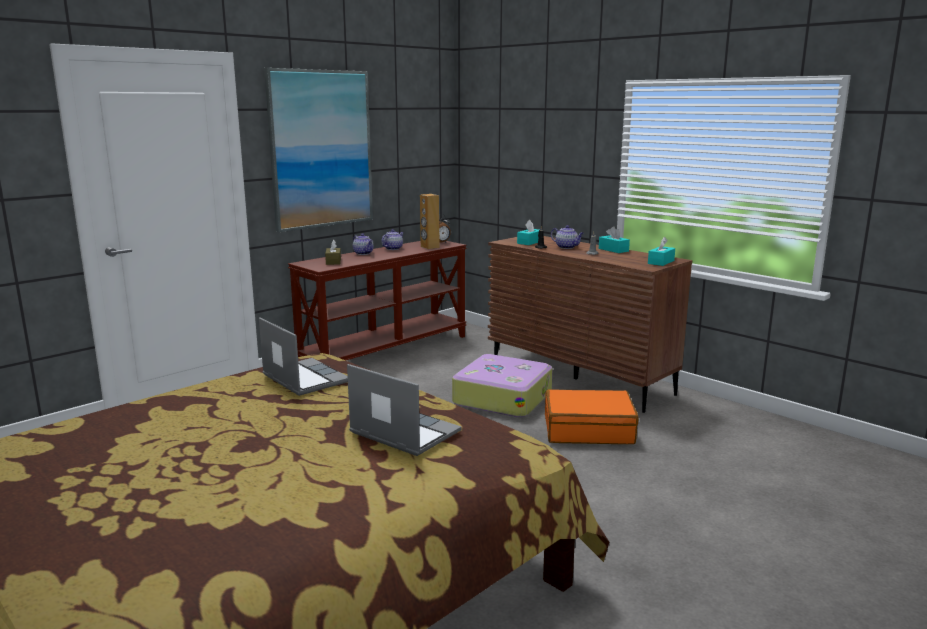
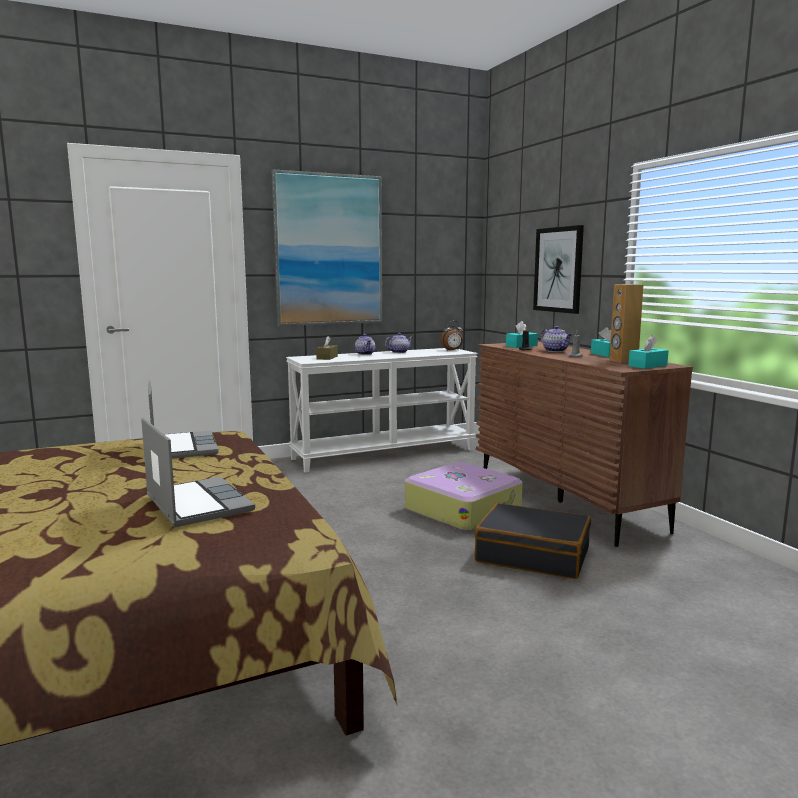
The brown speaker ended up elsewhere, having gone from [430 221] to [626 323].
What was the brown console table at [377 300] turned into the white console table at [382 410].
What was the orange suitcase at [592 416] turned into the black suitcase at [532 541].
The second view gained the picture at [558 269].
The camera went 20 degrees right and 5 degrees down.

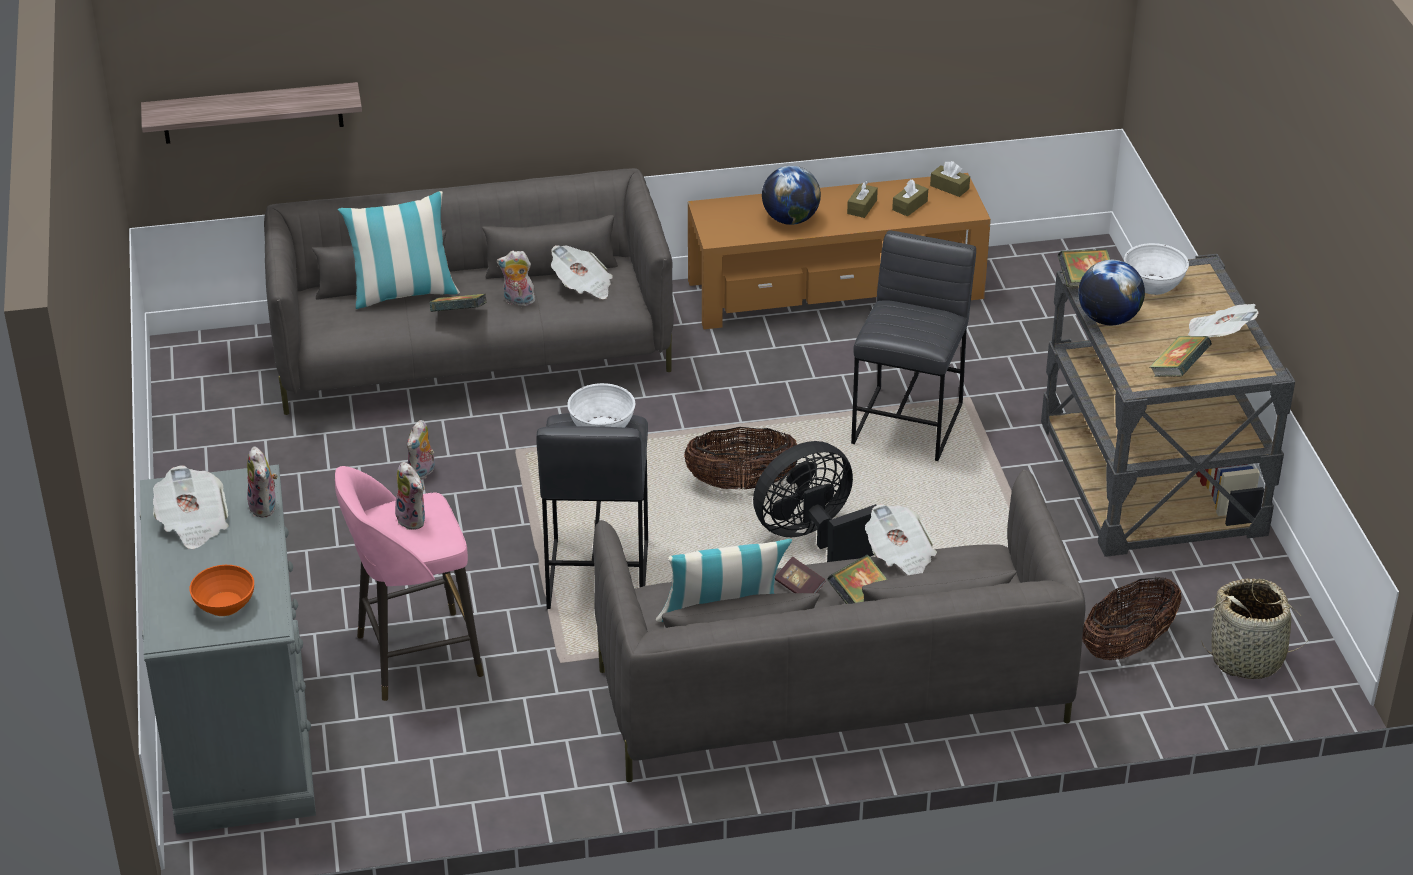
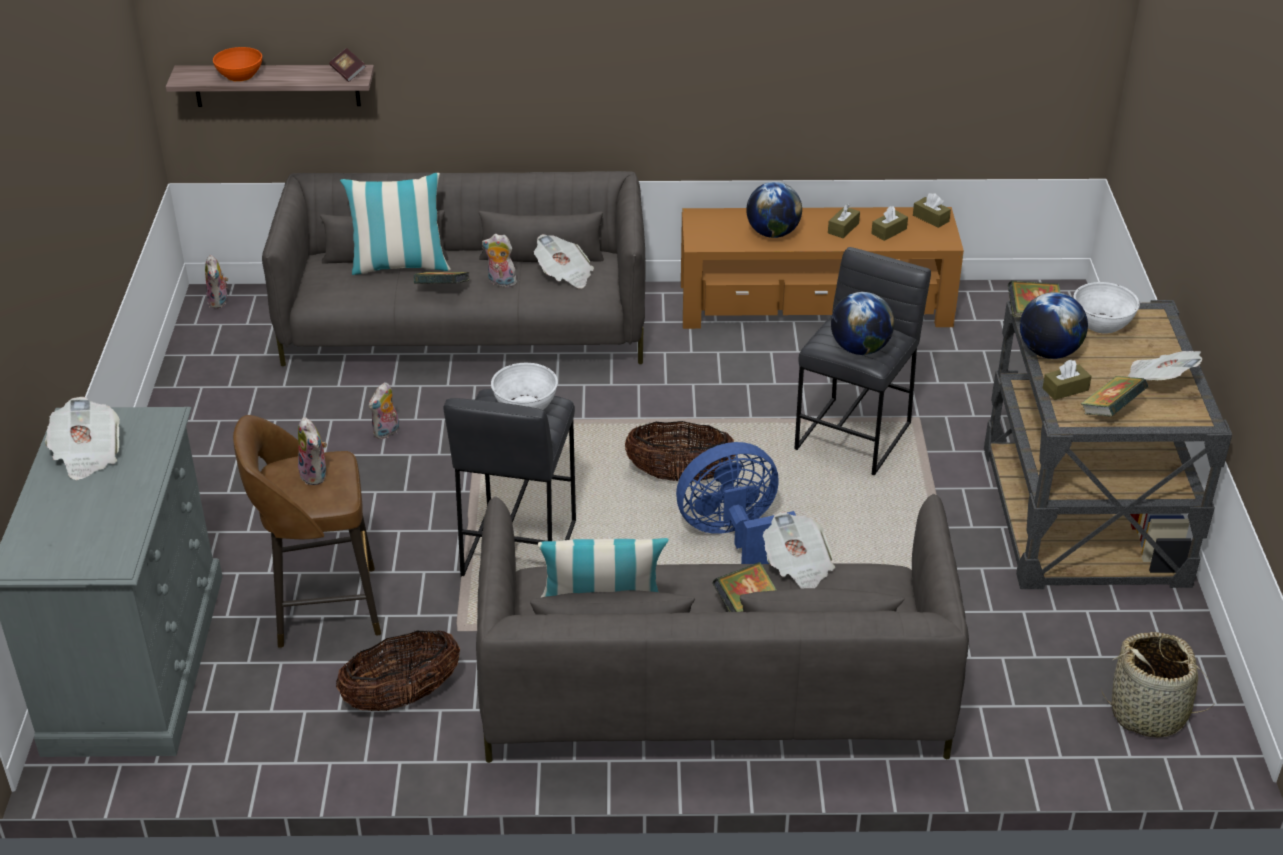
What was the black fan at [814 501] turned into the blue fan at [736 503].
The plush toy ended up elsewhere, having gone from [262 482] to [216 281].
What was the pink stool at [409 583] turned into the brown stool at [307 531].
The book ended up elsewhere, having gone from [800 575] to [347 65].
The orange bowl ended up elsewhere, having gone from [222 590] to [237 64].
The basket ended up elsewhere, having gone from [1132 618] to [398 670].
The second view gained the globe at [862 323].
The second view gained the brown tissue box at [1067 380].
The camera went 10 degrees right and 0 degrees up.

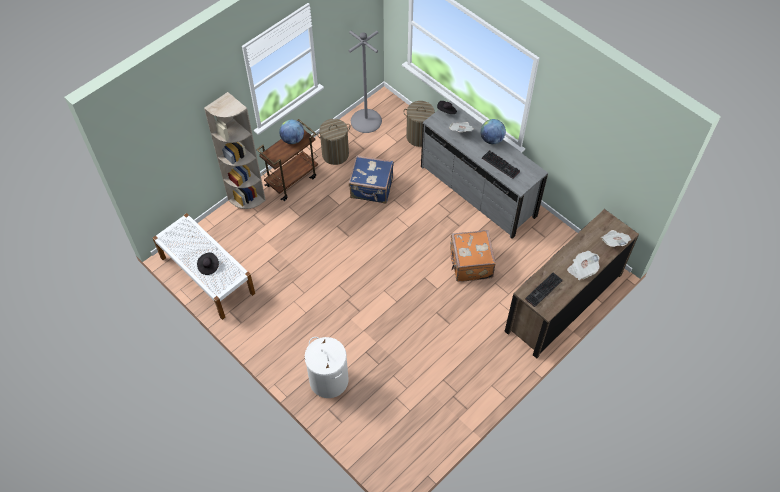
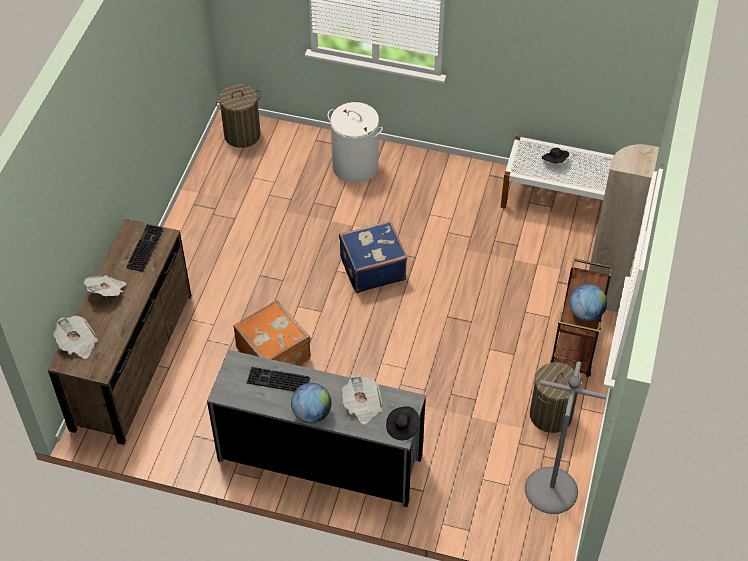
The laundry basket ended up elsewhere, having gone from [419 124] to [238 116].
The blue suitcase ended up elsewhere, having gone from [371 179] to [373 256].
The camera went 150 degrees right and 5 degrees down.

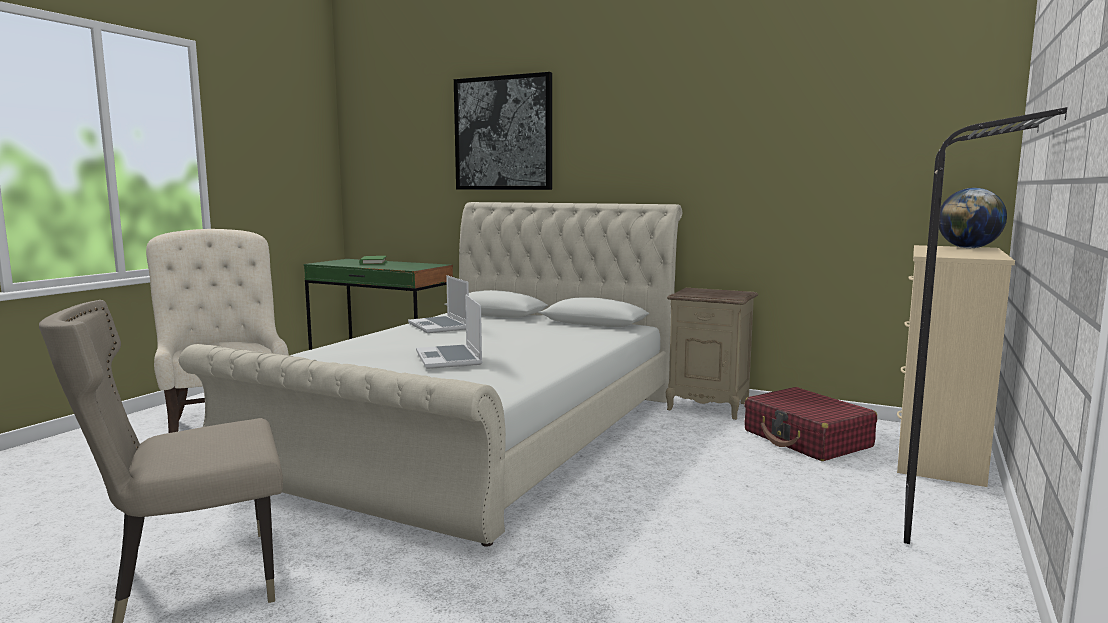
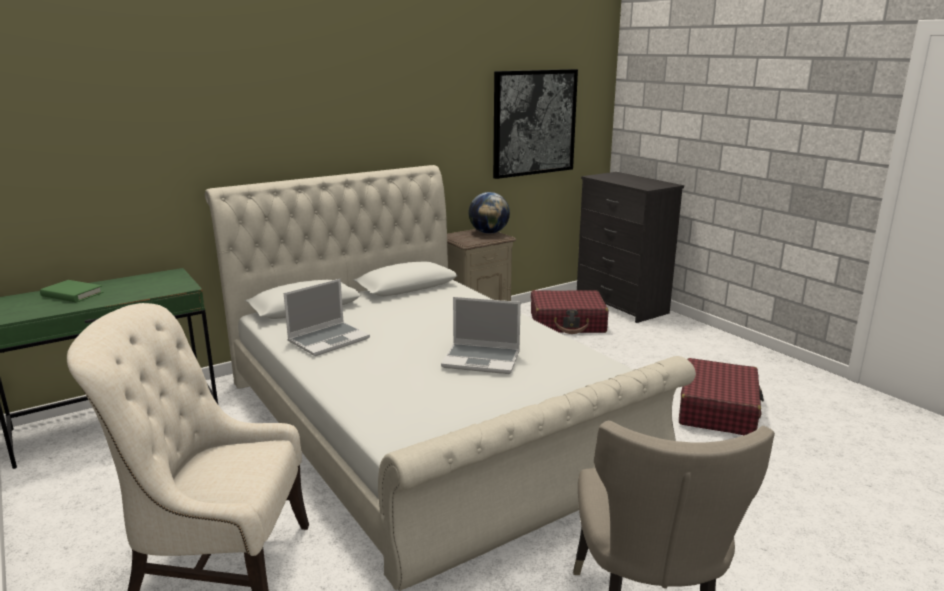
The picture ended up elsewhere, having gone from [503 131] to [535 124].
The second view lost the black clothes rack at [986 325].
The globe ended up elsewhere, having gone from [973 218] to [489 213].
What was the beige dresser at [956 366] turned into the black dresser at [630 247].
The laptop at [438 304] ended up facing another way, 45 degrees counterclockwise from before.
The second view gained the red suitcase at [721 396].
The camera went 60 degrees left and 10 degrees up.

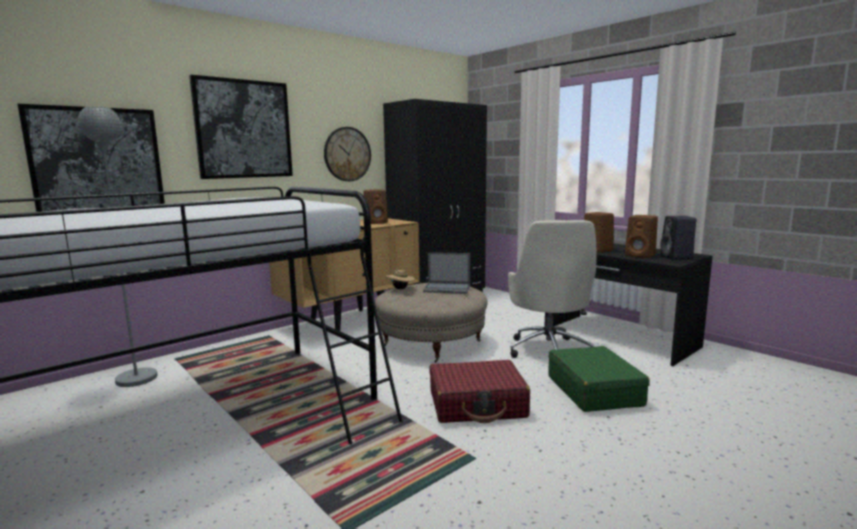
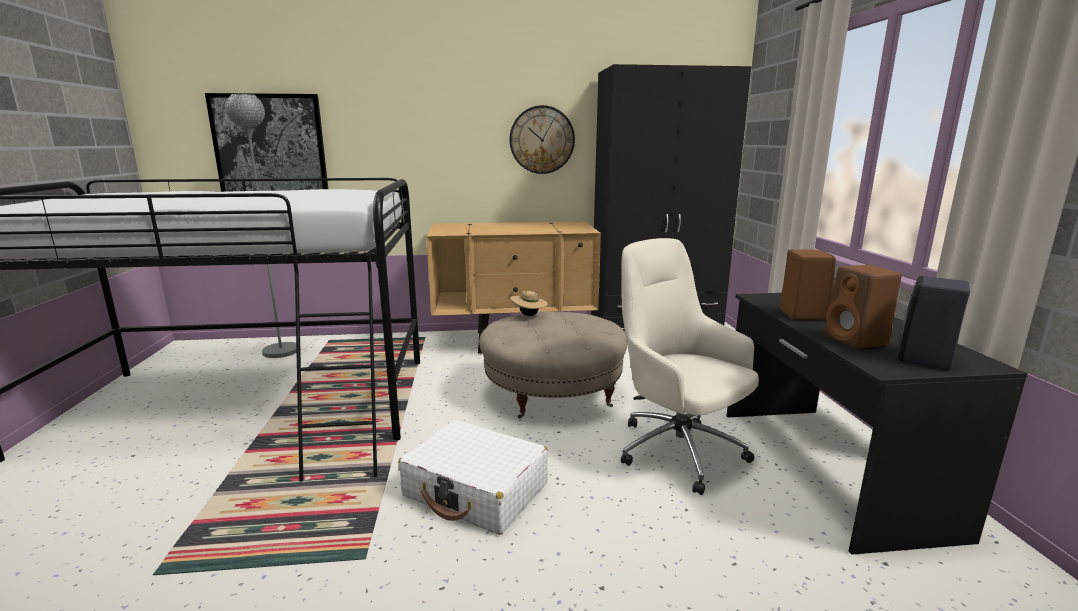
The second view lost the picture at [241 127].
The second view lost the brown speaker at [376 206].
The beige office chair at [552 289] ended up facing another way, 105 degrees clockwise from before.
The second view lost the laptop at [446 273].
The second view lost the green suitcase at [599 379].
What was the red suitcase at [480 391] turned into the white suitcase at [473 477].
The camera went 35 degrees right and 5 degrees up.

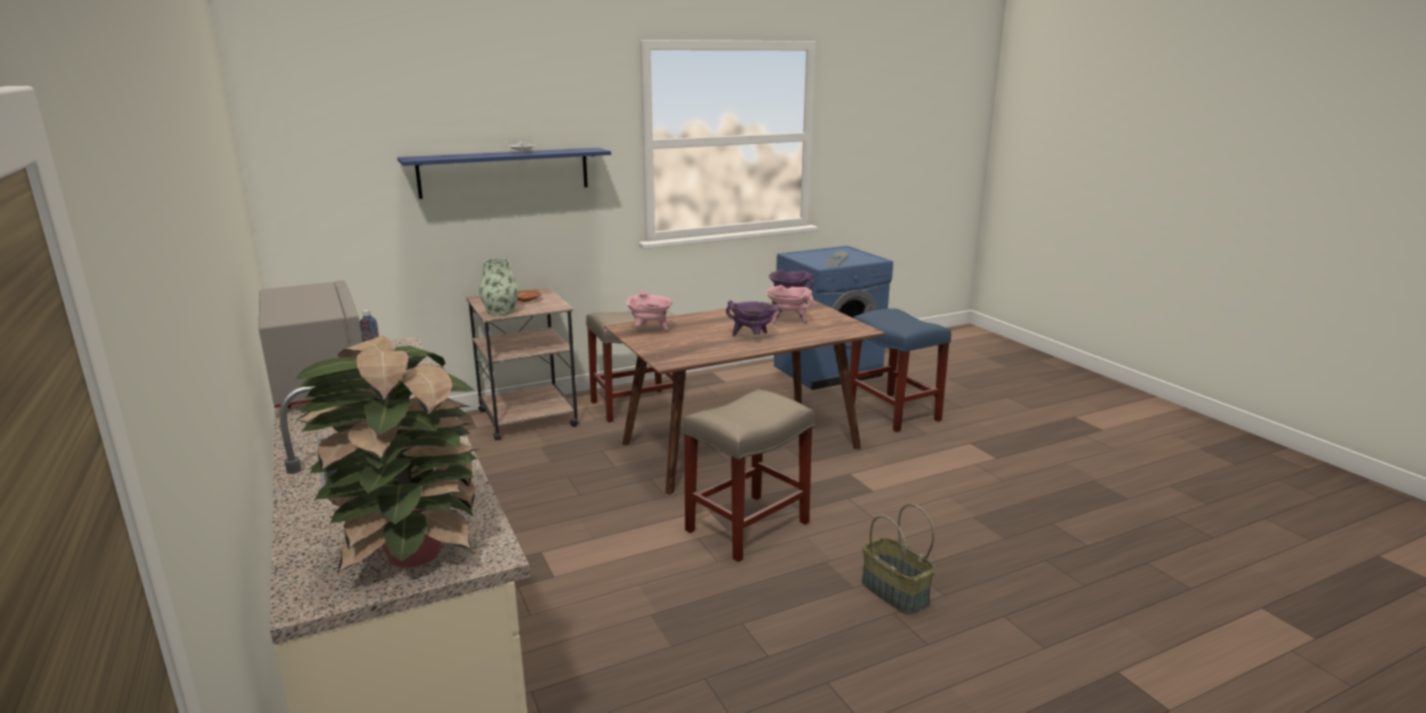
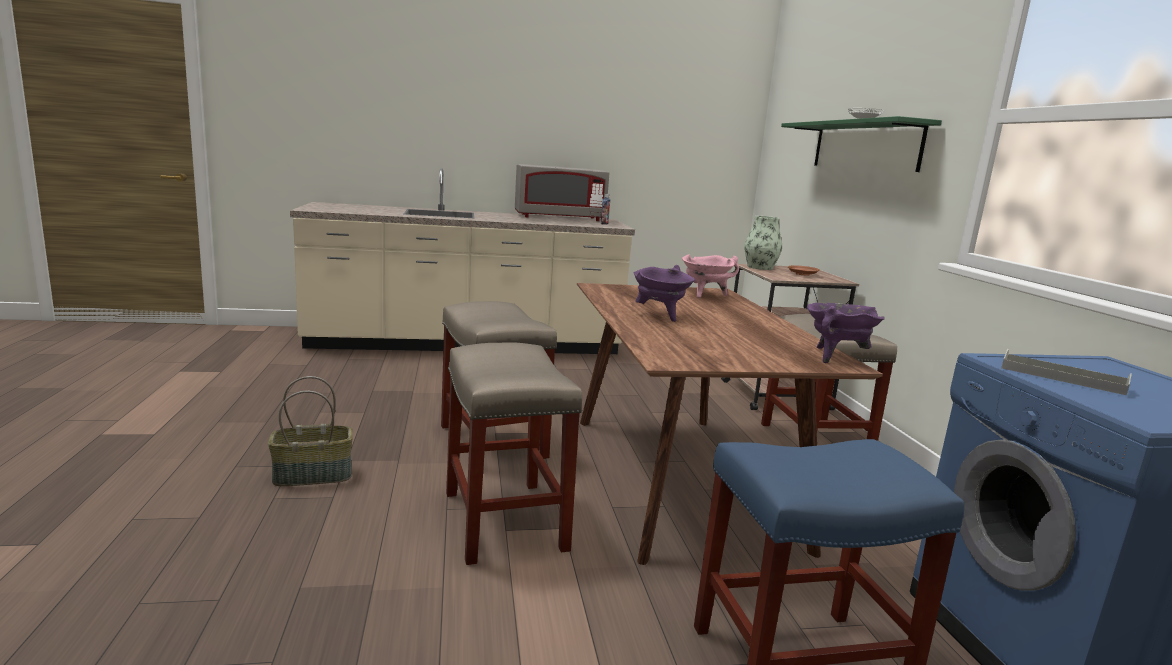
What was the blue shelf at [504 173] turned into the green shelf at [861 144].
The second view lost the pink cooking pot at [789 304].
The second view lost the potted plant at [387 454].
The second view gained the beige stool at [514 453].
The camera went 105 degrees right and 5 degrees down.

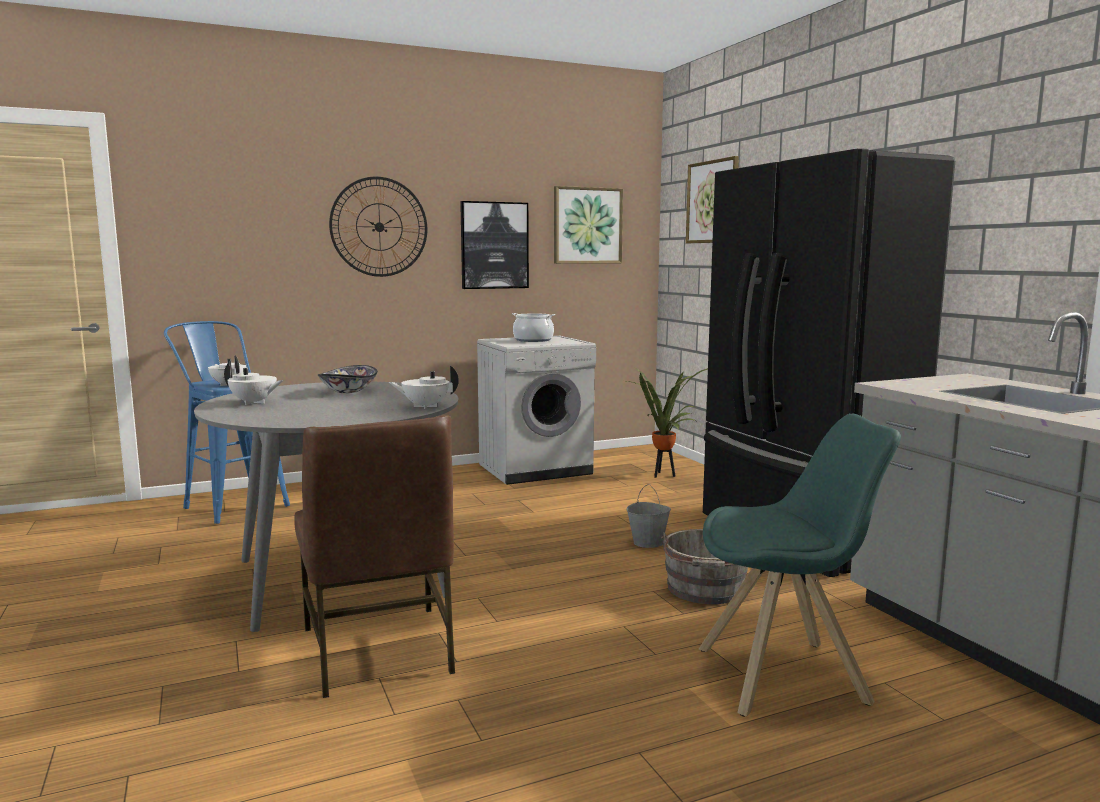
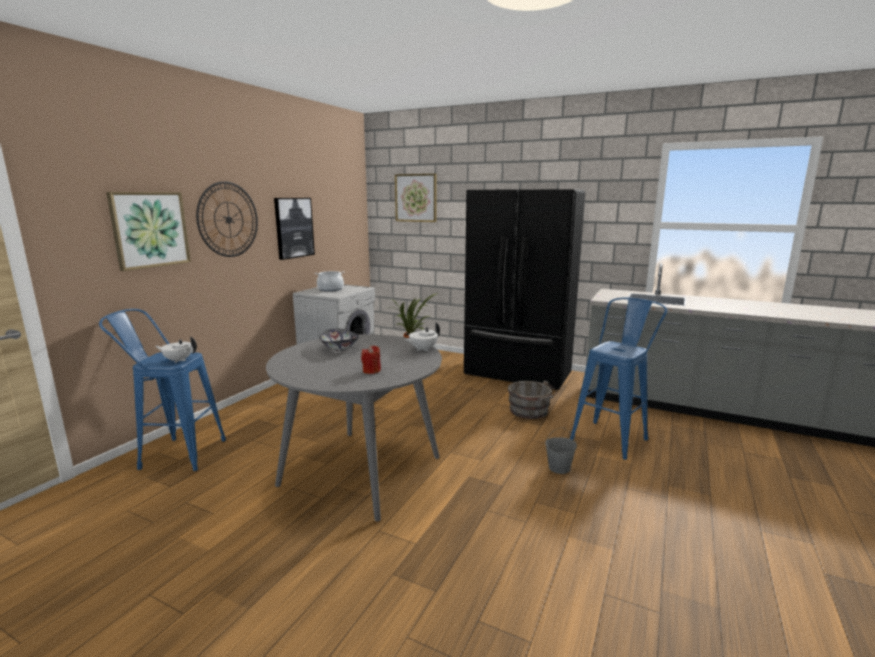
The picture ended up elsewhere, having gone from [588 225] to [148 231].
The second view lost the white teapot at [254 383].
Where the turquoise chair stood at [800 565], the blue stool came to stand at [618 378].
The second view lost the brown chair at [374 556].
The grey bucket ended up elsewhere, having gone from [648 516] to [561 450].
The second view gained the red candle at [371 360].
The camera went 40 degrees left and 5 degrees up.

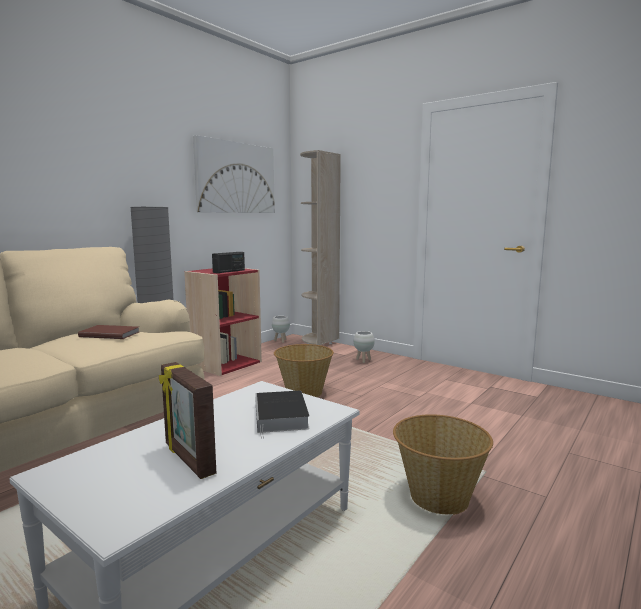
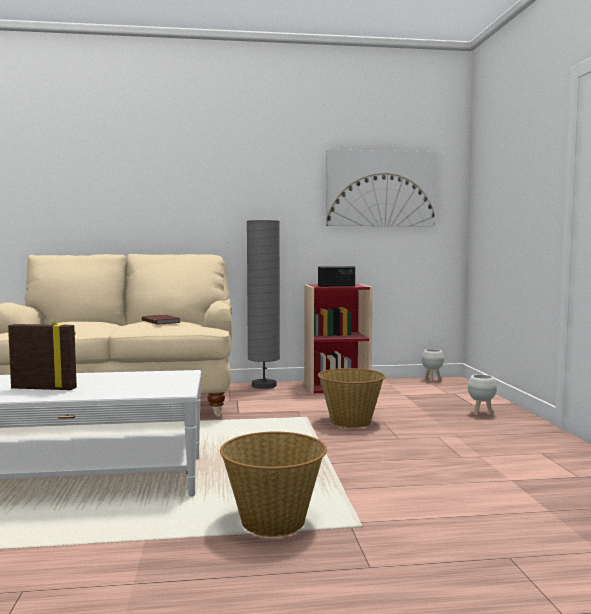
The second view lost the beige bookcase at [320 247].
The picture frame at [187 420] ended up facing another way, 90 degrees clockwise from before.
The second view lost the book at [282 415].
The camera went 45 degrees right and 5 degrees down.

